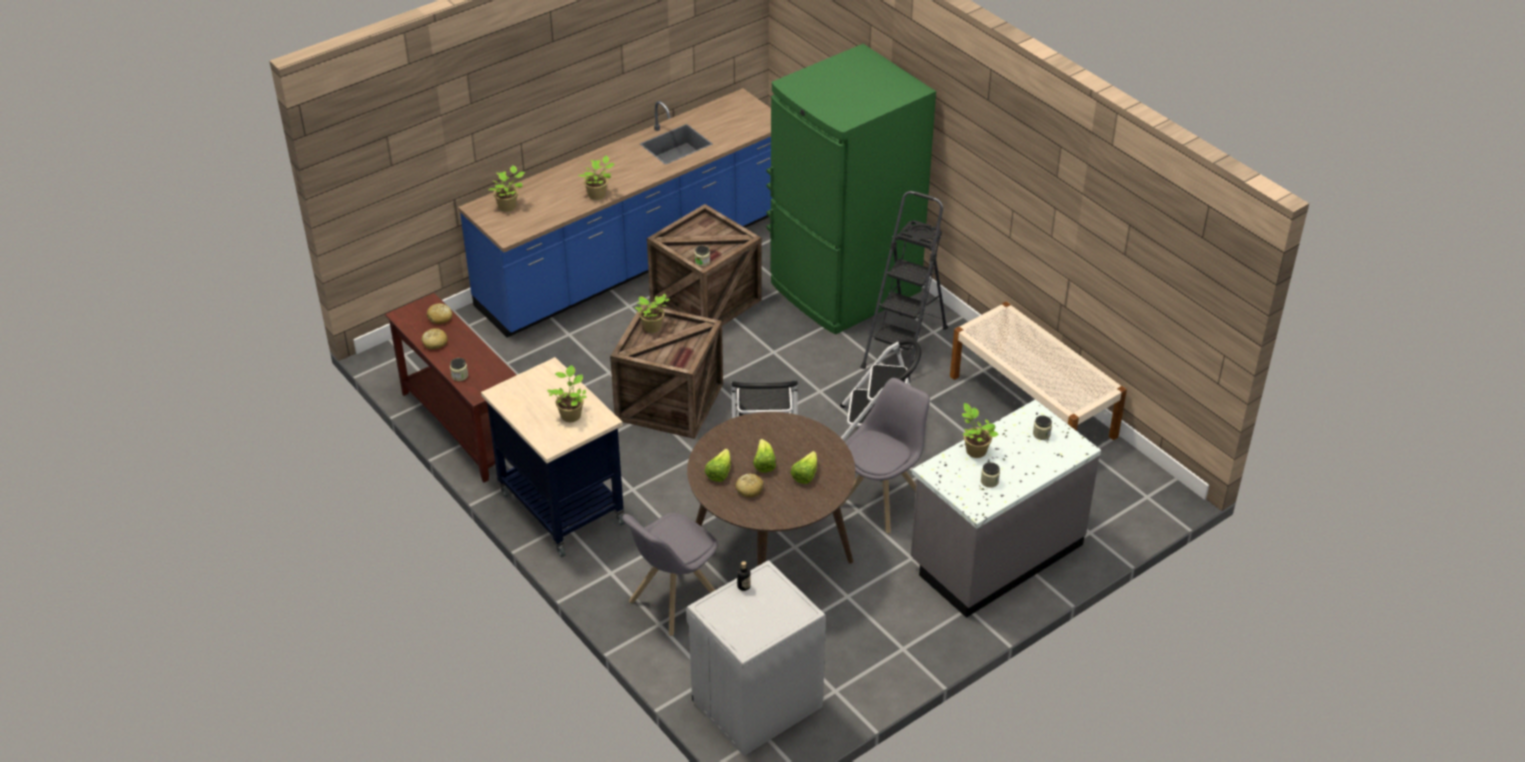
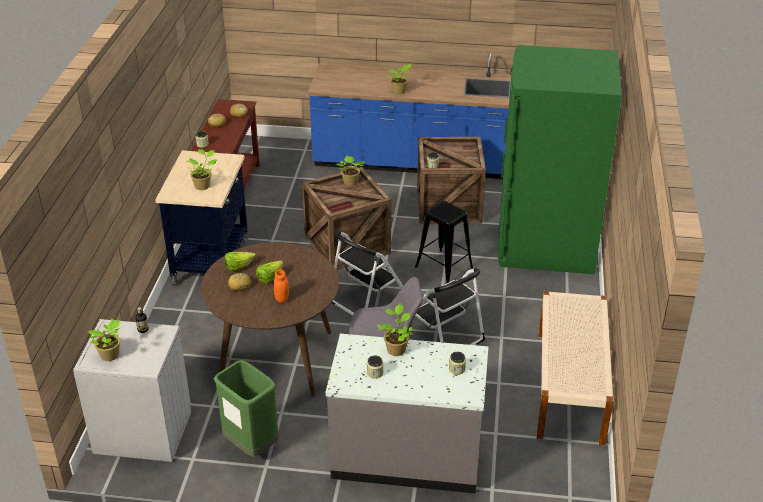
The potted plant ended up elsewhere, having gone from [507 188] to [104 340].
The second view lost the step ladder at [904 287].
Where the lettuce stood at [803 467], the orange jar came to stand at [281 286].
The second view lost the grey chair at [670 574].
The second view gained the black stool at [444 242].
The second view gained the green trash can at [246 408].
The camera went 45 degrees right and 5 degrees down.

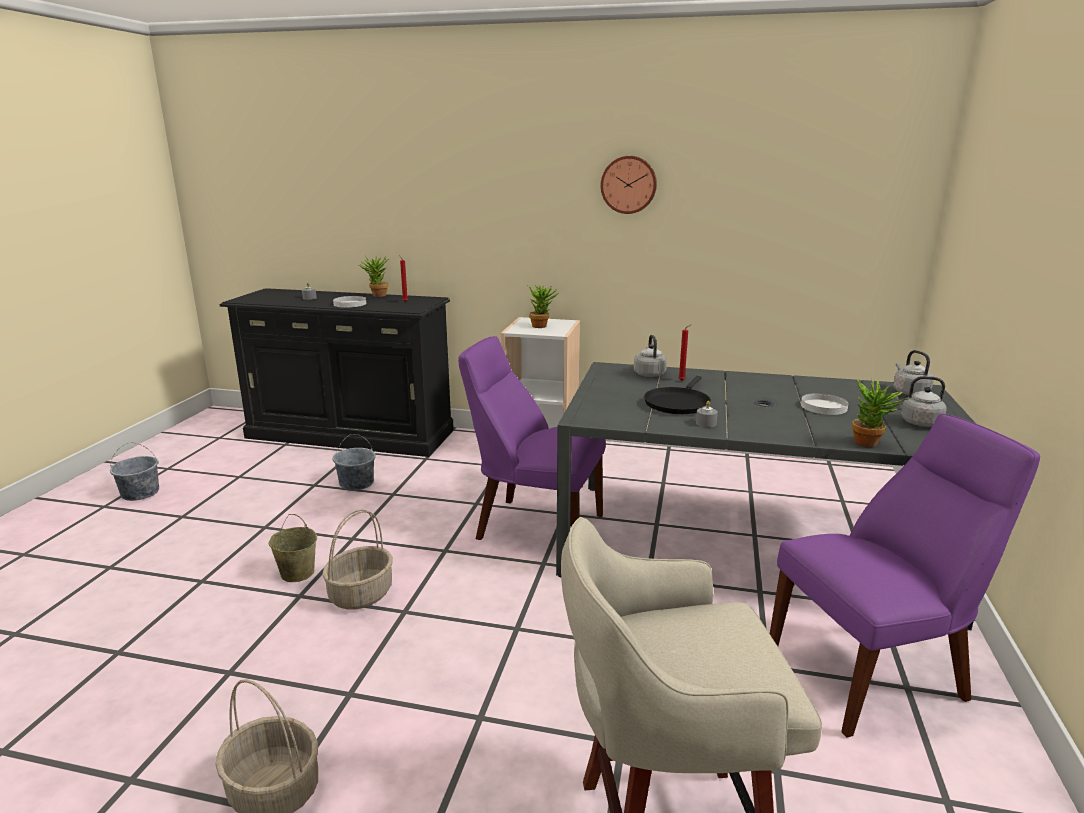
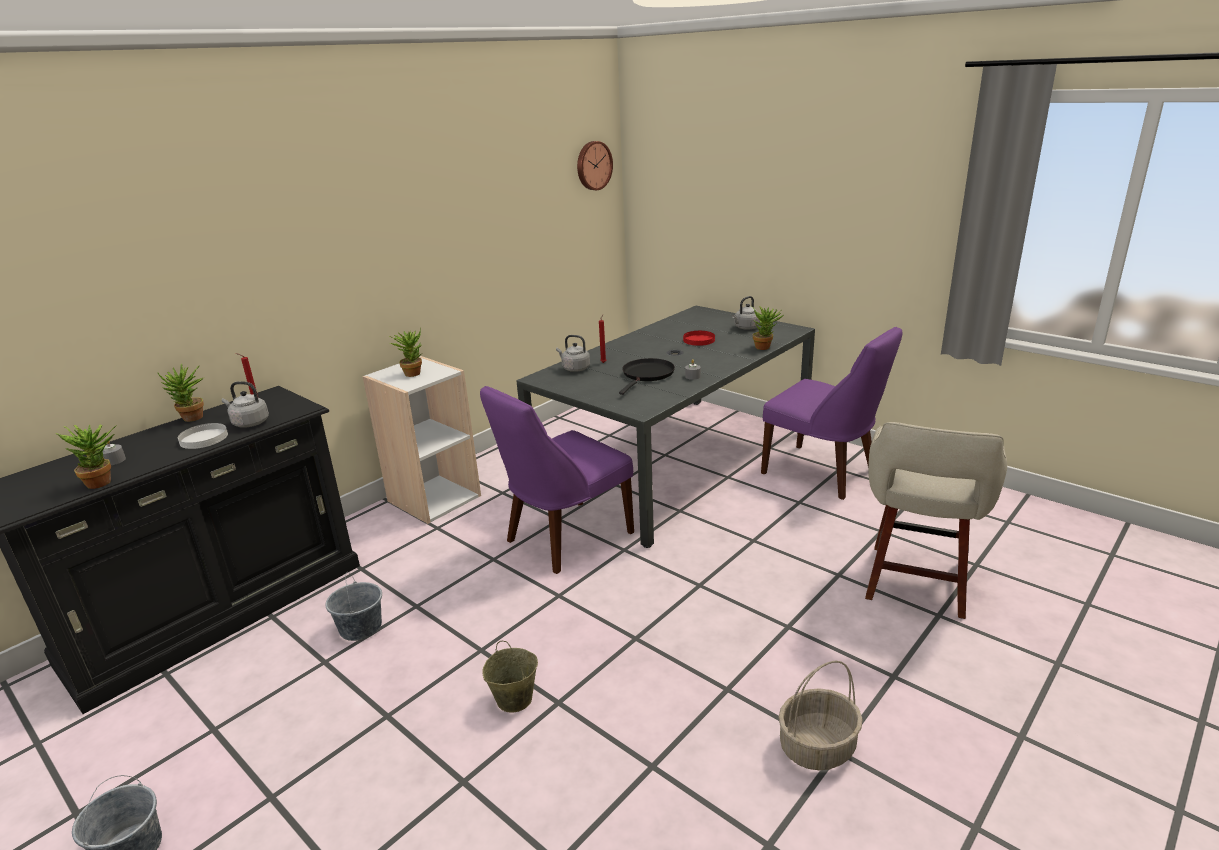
The wall clock ended up elsewhere, having gone from [629 185] to [595 165].
The grey kettle ended up elsewhere, having gone from [913 372] to [245 404].
The black frying pan at [677 395] ended up facing another way, 120 degrees counterclockwise from before.
What was the white plate at [825 404] turned into the red plate at [699 338].
The purple chair at [905 575] ended up facing another way, 120 degrees clockwise from before.
The second view lost the basket at [357 559].
The second view gained the potted plant at [86 456].
The camera went 60 degrees left and 5 degrees up.

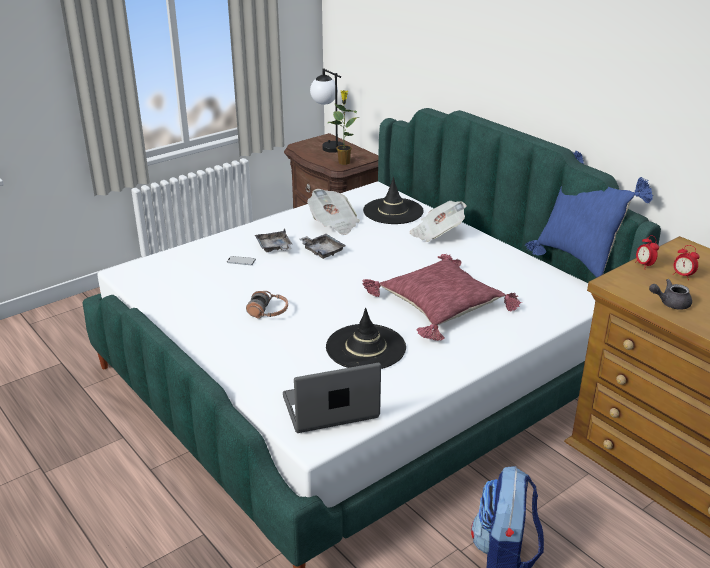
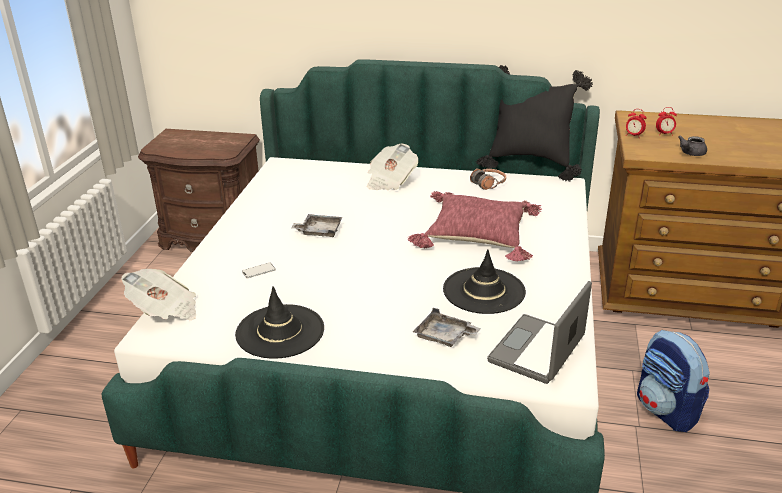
The second view lost the table lamp at [326 110].
The second view lost the potted plant at [343 127].
What was the blue pillow at [589 214] turned into the black pillow at [534 123].
The black hat ended up elsewhere, having gone from [393 200] to [279 322].
The newspaper ended up elsewhere, having gone from [333 212] to [158 294].
The grey tray ended up elsewhere, having gone from [273 240] to [447 327].
The headphones ended up elsewhere, having gone from [267 305] to [488 179].
The camera went 40 degrees left and 0 degrees up.

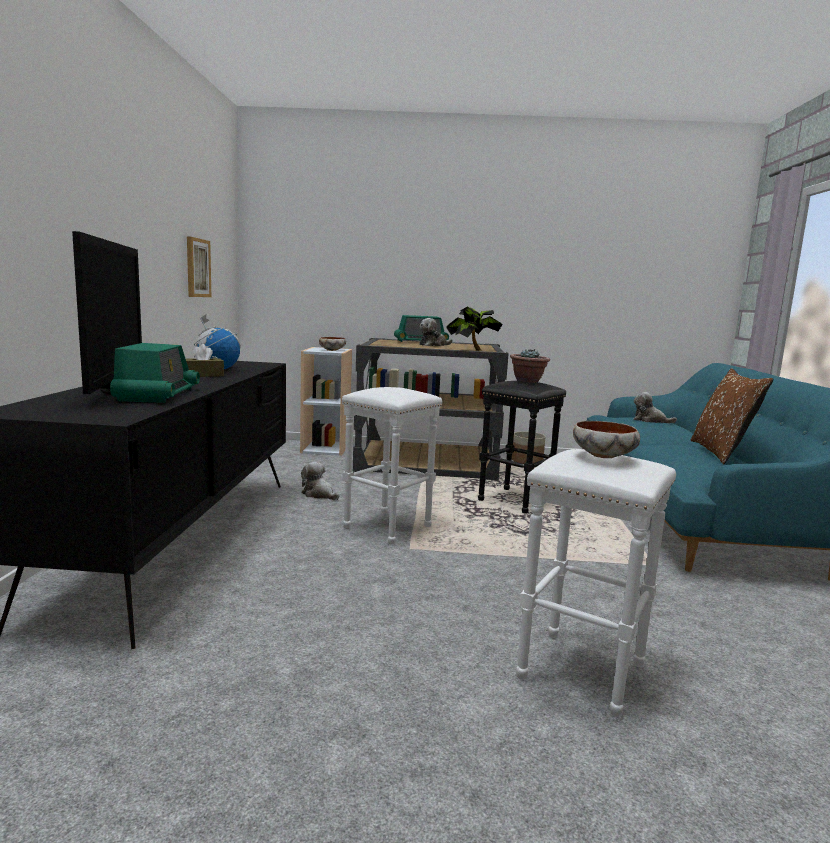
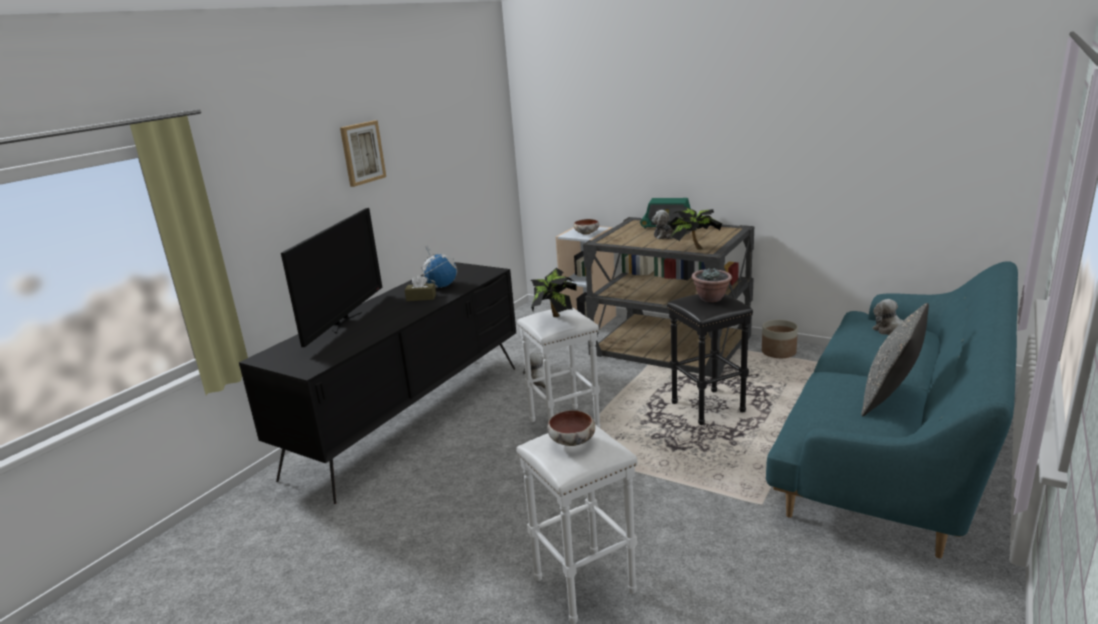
The picture ended up elsewhere, having gone from [199 267] to [363 154].
The second view lost the radio at [155 373].
What was the brown pillow at [732 416] turned into the grey pillow at [895 360].
The second view gained the potted plant at [554 292].
The camera went 30 degrees right and 10 degrees up.

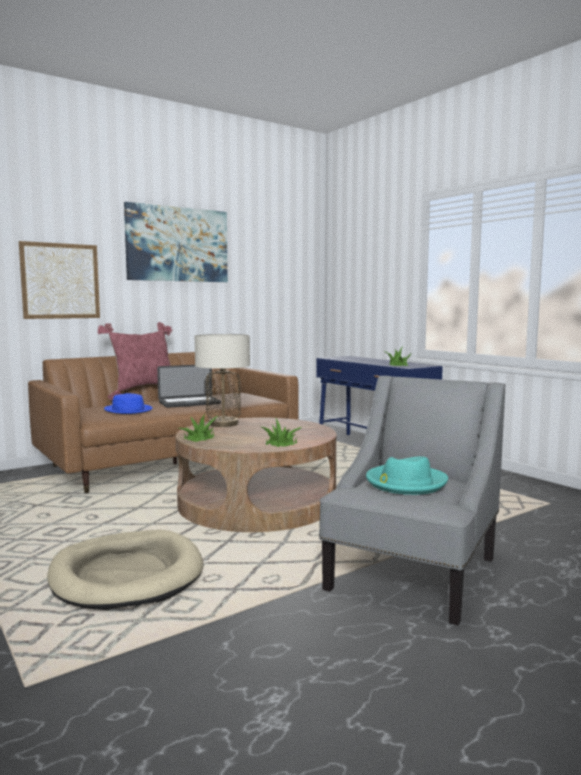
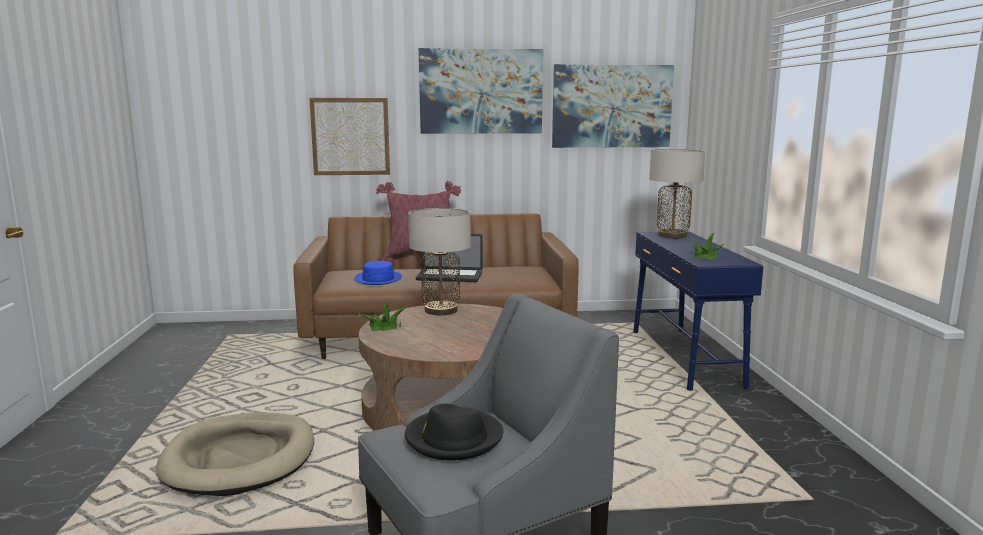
The second view lost the potted plant at [282 432].
What was the turquoise hat at [407 475] turned into the black hat at [454 432].
The second view gained the picture at [613 106].
The second view gained the table lamp at [677 193].
The camera went 30 degrees right and 5 degrees up.

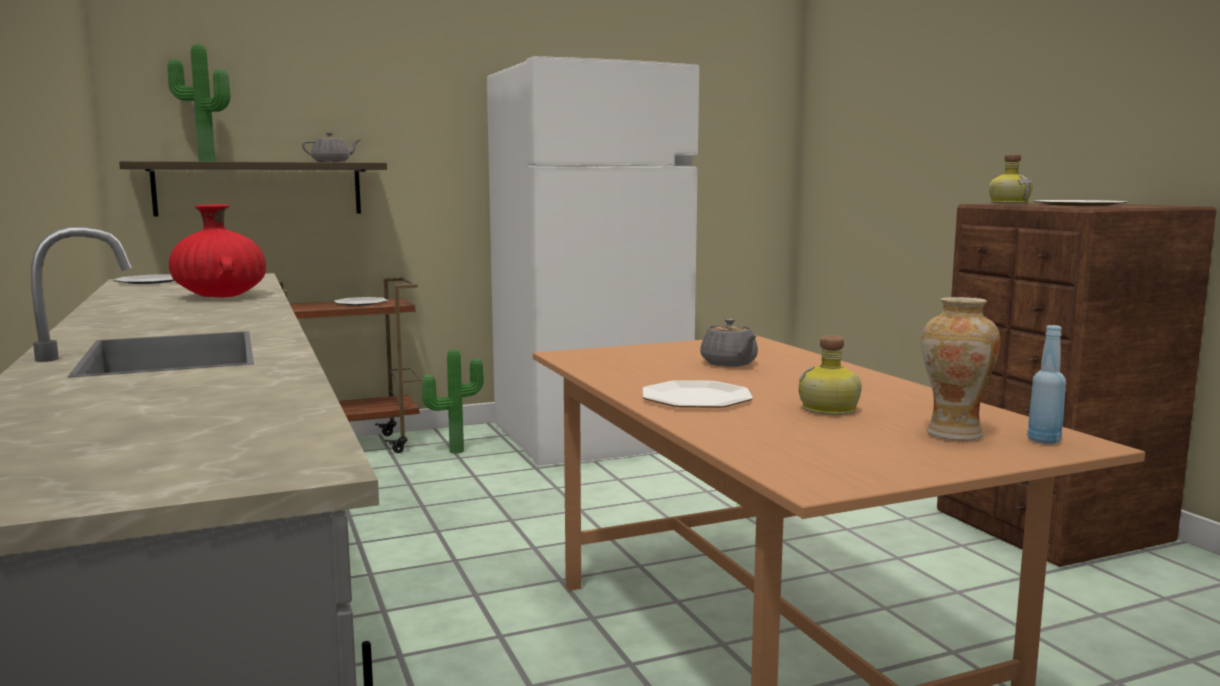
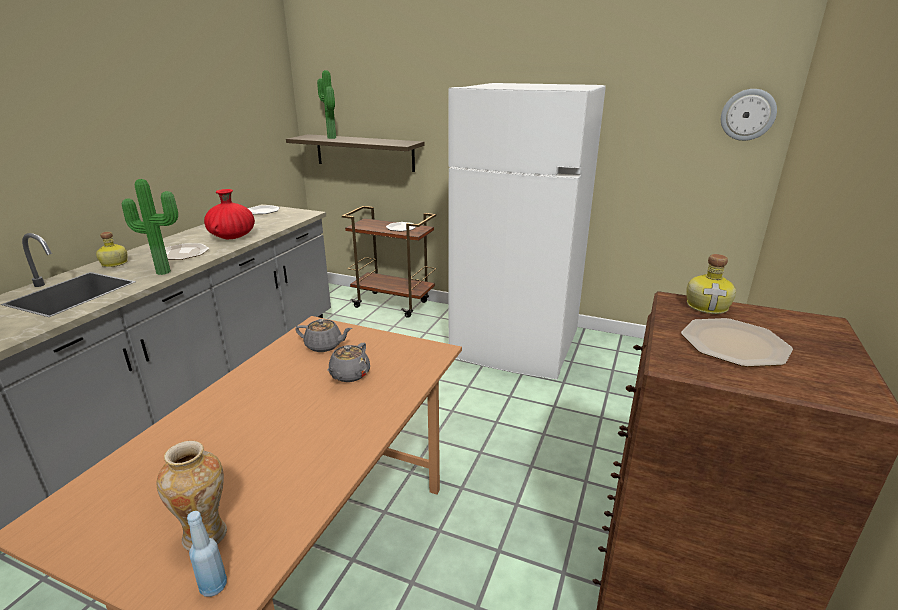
The grey teapot ended up elsewhere, having gone from [331 147] to [323 335].
The bottle ended up elsewhere, having gone from [830 375] to [112 249].
The potted plant ended up elsewhere, having gone from [453 401] to [150 227].
The plate ended up elsewhere, having gone from [697 394] to [187 251].
The second view gained the wall clock at [749 115].
The camera went 45 degrees right and 15 degrees up.

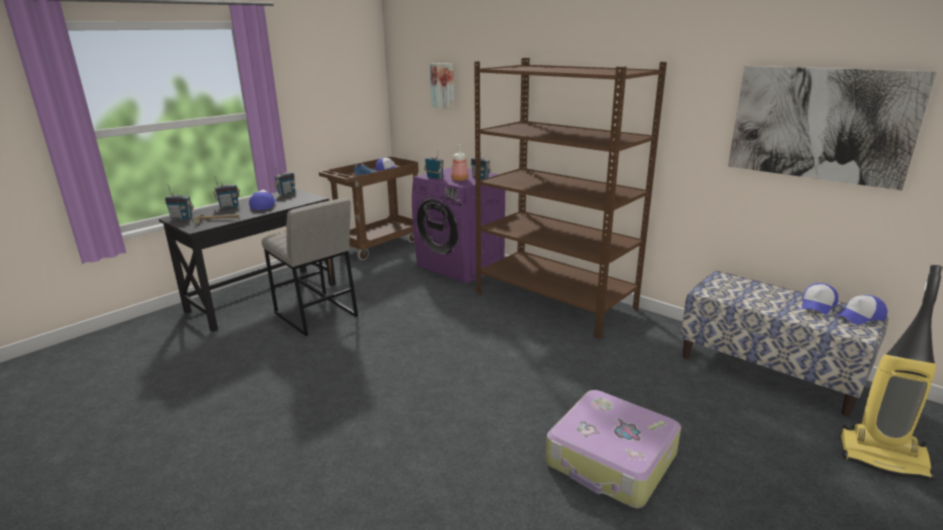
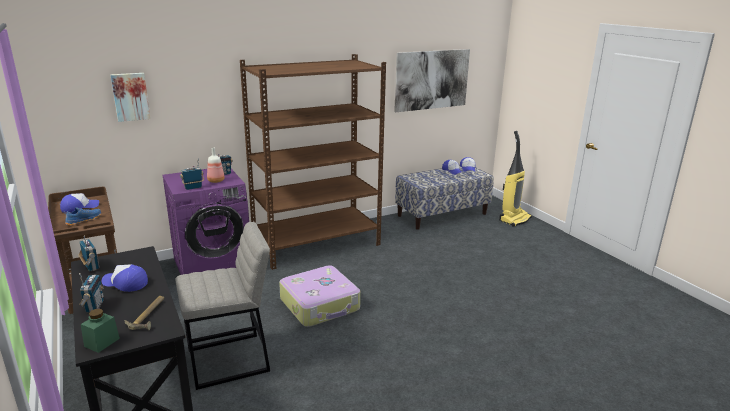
Where the radio stood at [179 202], the green jar came to stand at [100 331].
The suitcase ended up elsewhere, having gone from [613 449] to [319 296].
The camera went 70 degrees left and 0 degrees up.

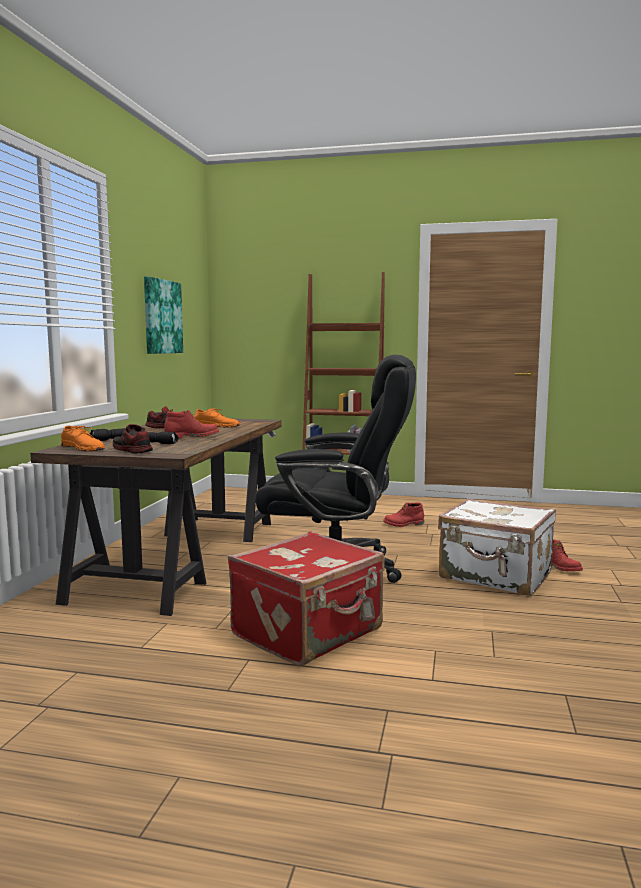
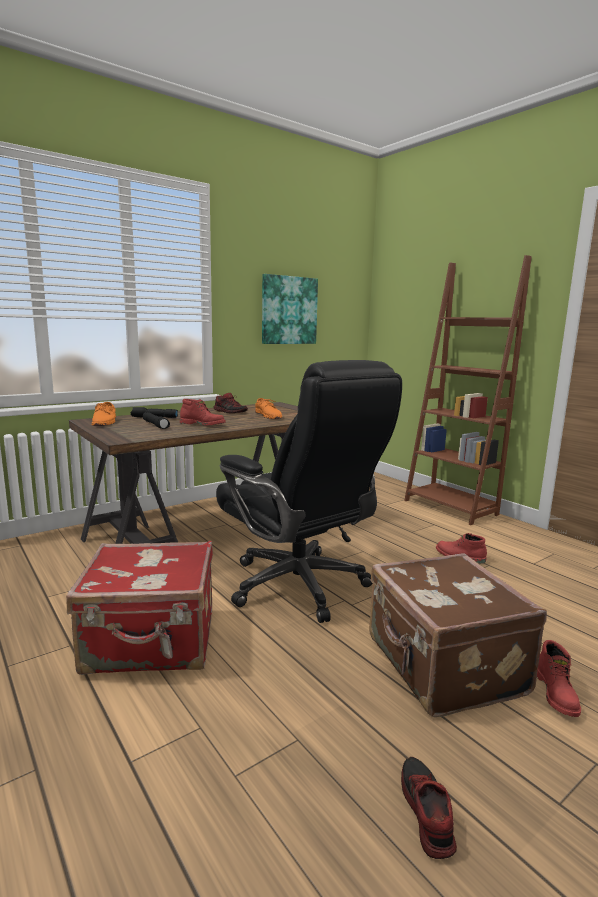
The shoe ended up elsewhere, having gone from [133 439] to [429 808].
What was the white suitcase at [497 547] turned into the brown suitcase at [458 635].
The camera went 40 degrees right and 5 degrees up.

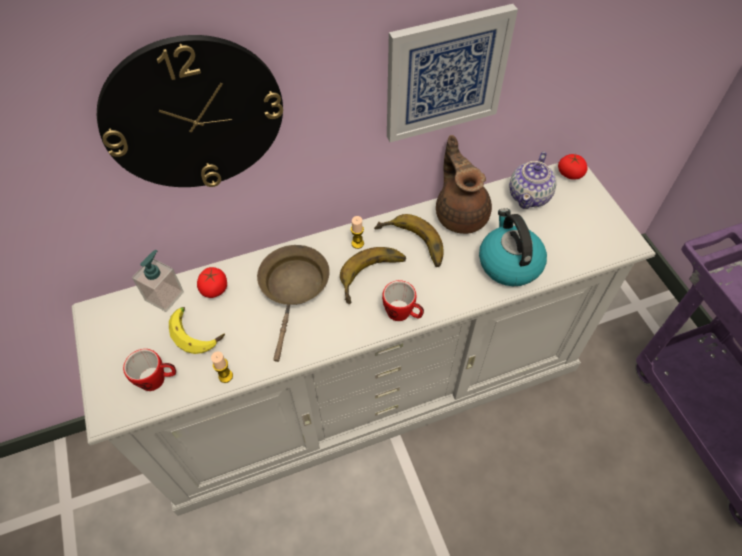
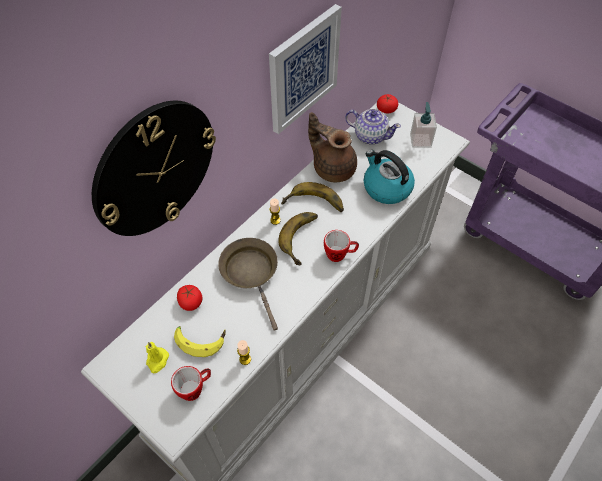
The teapot at [533 180] ended up facing another way, 60 degrees counterclockwise from before.
The soap dispenser ended up elsewhere, having gone from [158 281] to [423 125].
The second view gained the yellow candle at [157 357].
The camera went 30 degrees left and 0 degrees up.

